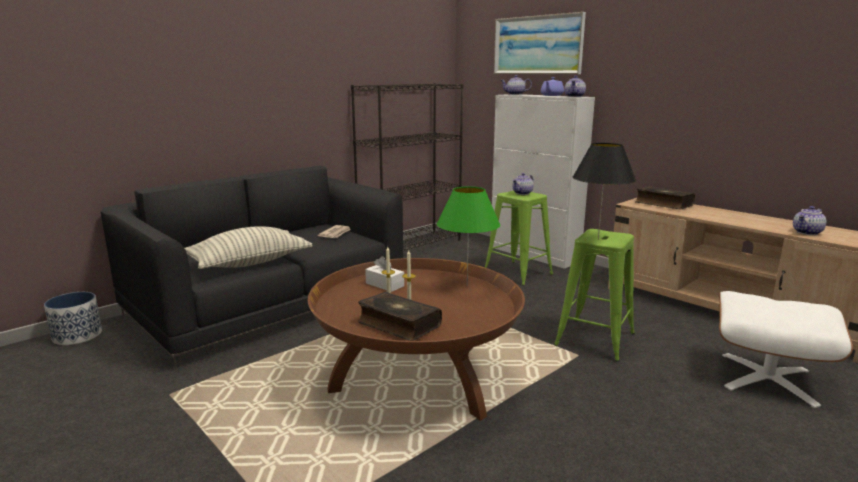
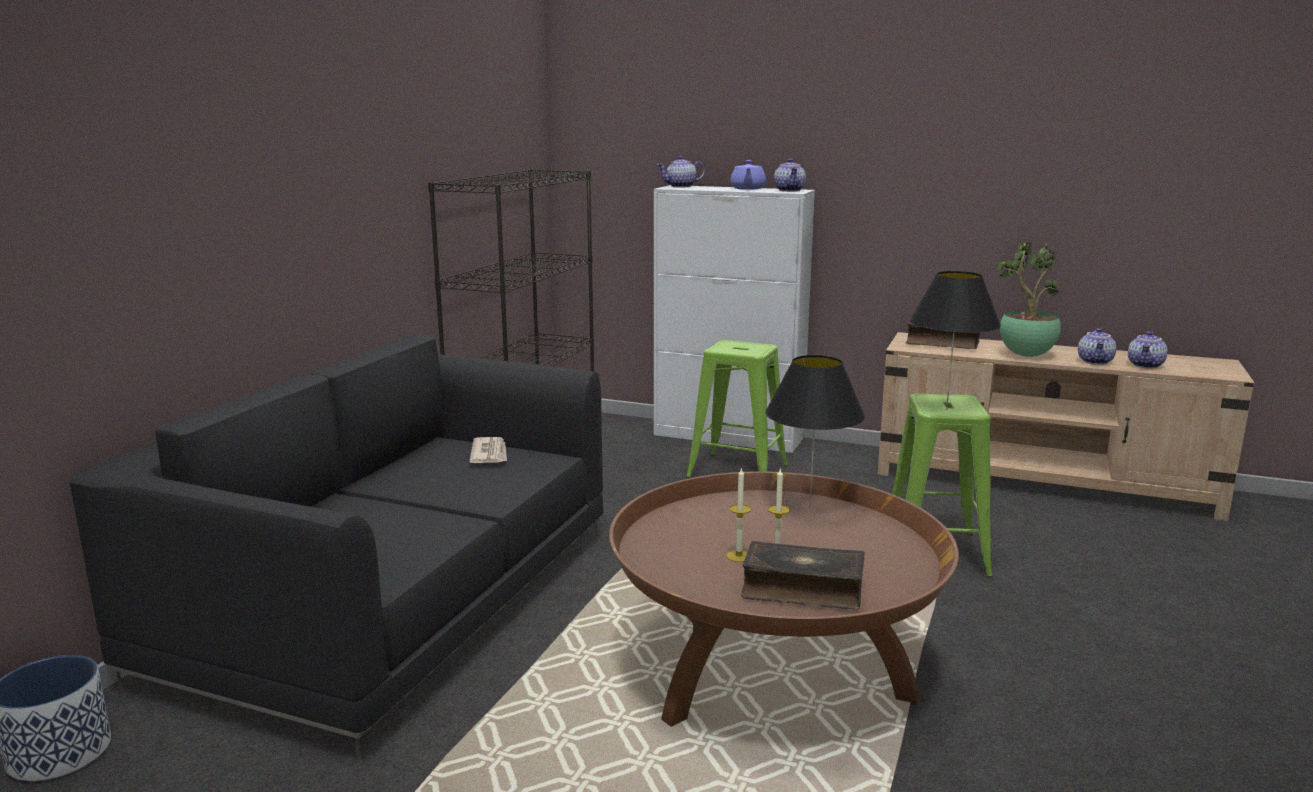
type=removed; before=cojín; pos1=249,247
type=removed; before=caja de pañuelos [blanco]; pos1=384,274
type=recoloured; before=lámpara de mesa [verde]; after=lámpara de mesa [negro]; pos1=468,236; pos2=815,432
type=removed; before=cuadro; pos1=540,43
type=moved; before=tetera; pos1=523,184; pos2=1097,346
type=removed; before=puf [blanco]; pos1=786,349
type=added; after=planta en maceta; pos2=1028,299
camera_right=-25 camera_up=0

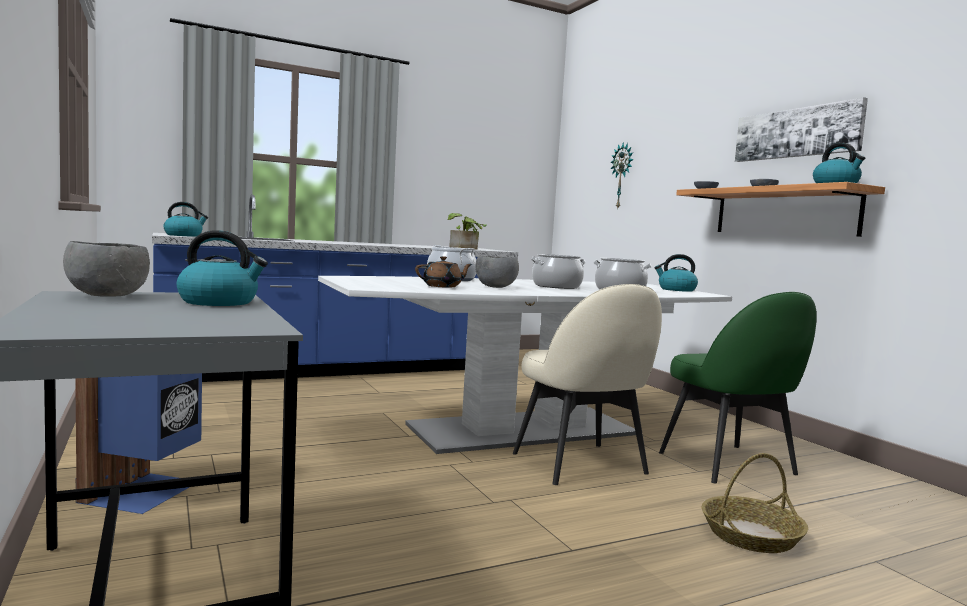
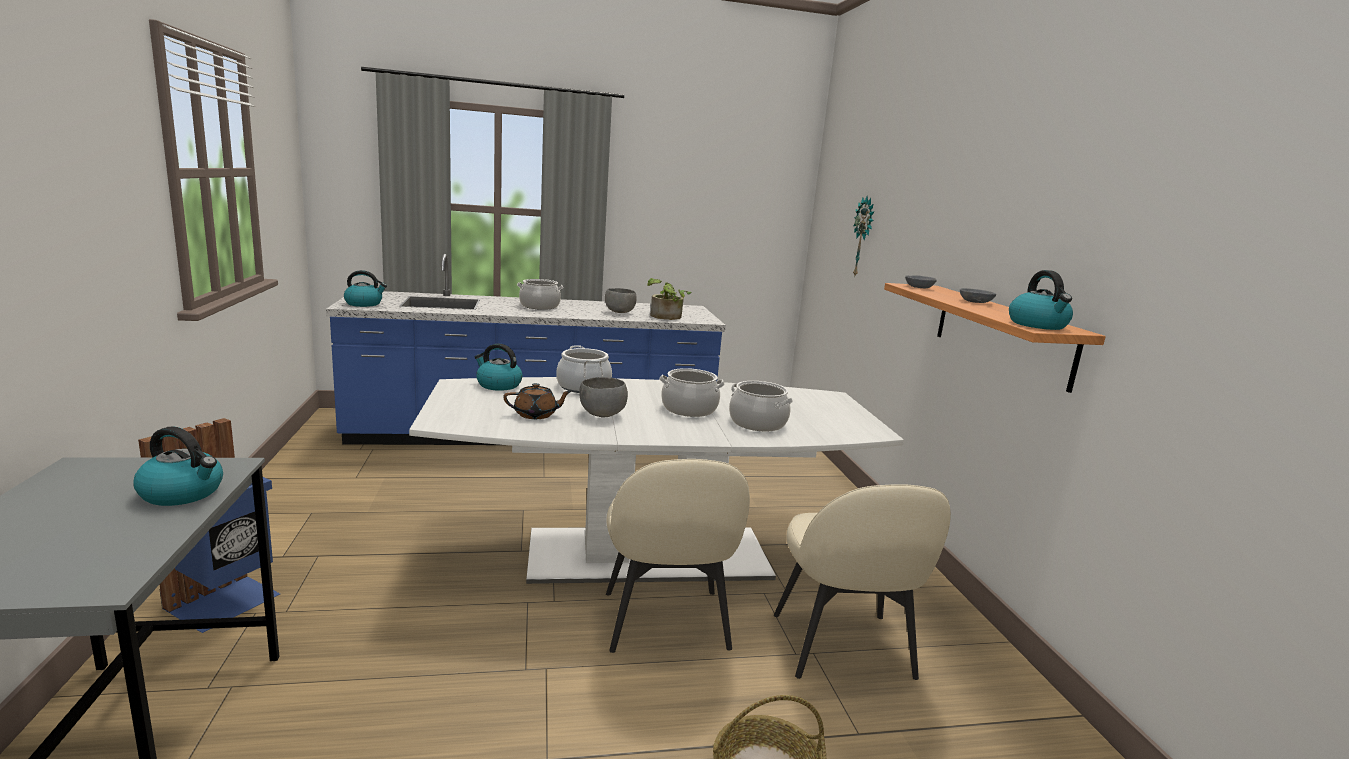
type=moved; before=cuenco [gris]; pos1=106,269; pos2=621,300
type=moved; before=hervidor; pos1=676,273; pos2=499,367
type=recoloured; before=silla [verde]; after=silla [beis]; pos1=738,387; pos2=862,582
type=removed; before=cuadro; pos1=801,129
type=added; after=olla; pos2=540,294
camera_right=15 camera_up=10

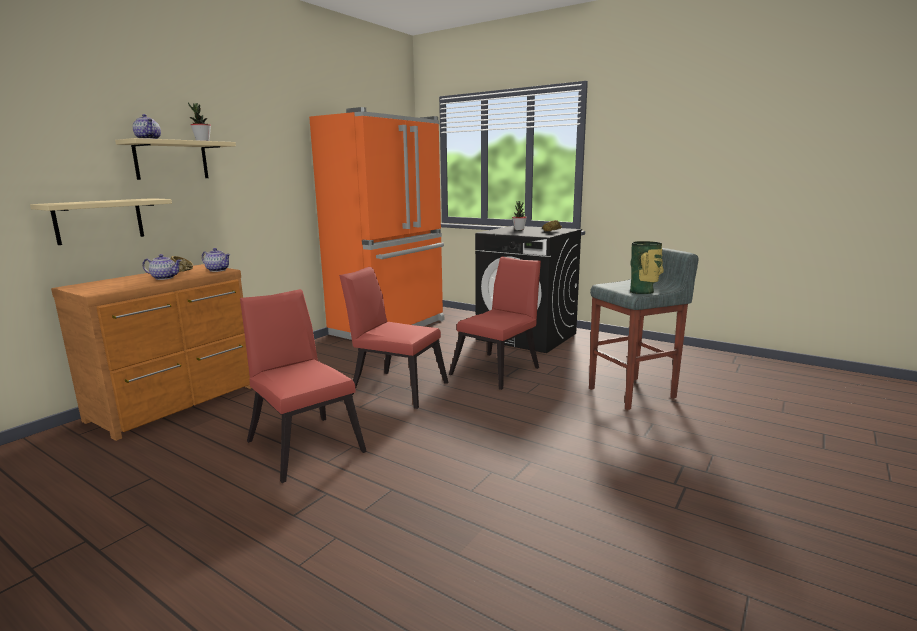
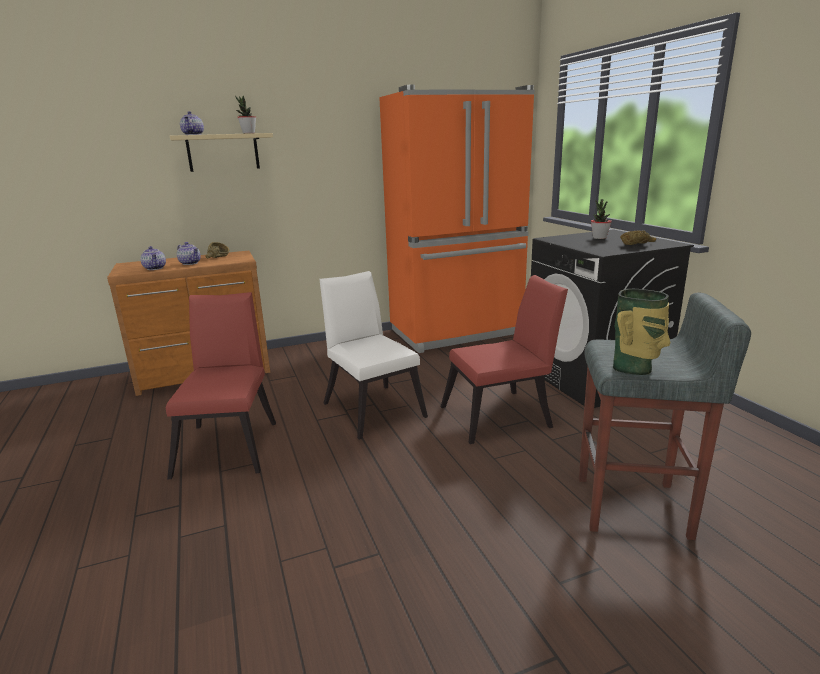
type=removed; before=estante [beis]; pos1=101,221
type=moved; before=tetera; pos1=216,260; pos2=153,258
type=recoloured; before=silla [rojo]; after=silla [blanco]; pos1=394,338; pos2=373,355
camera_right=35 camera_up=5

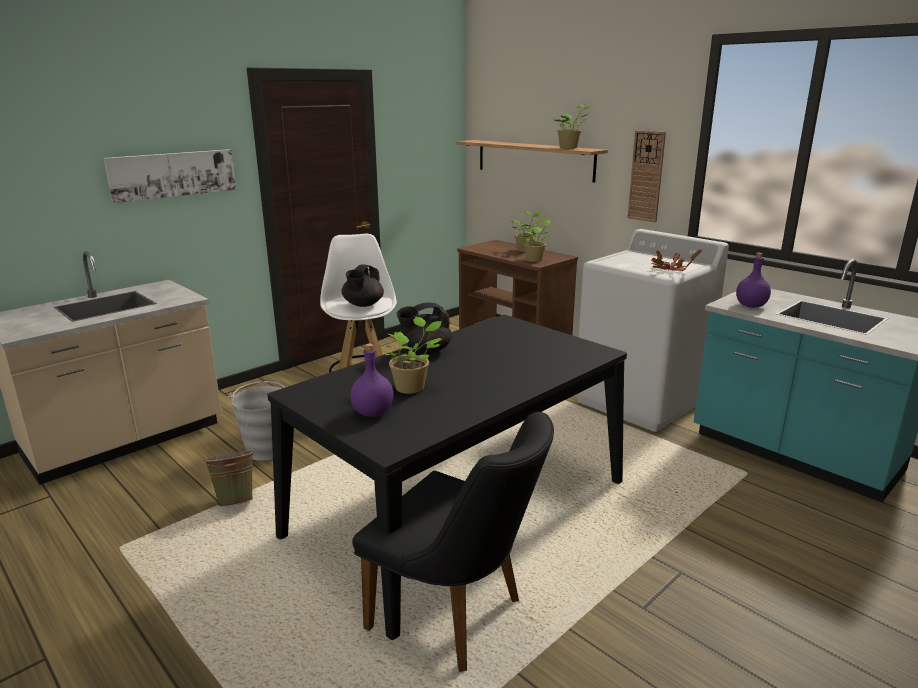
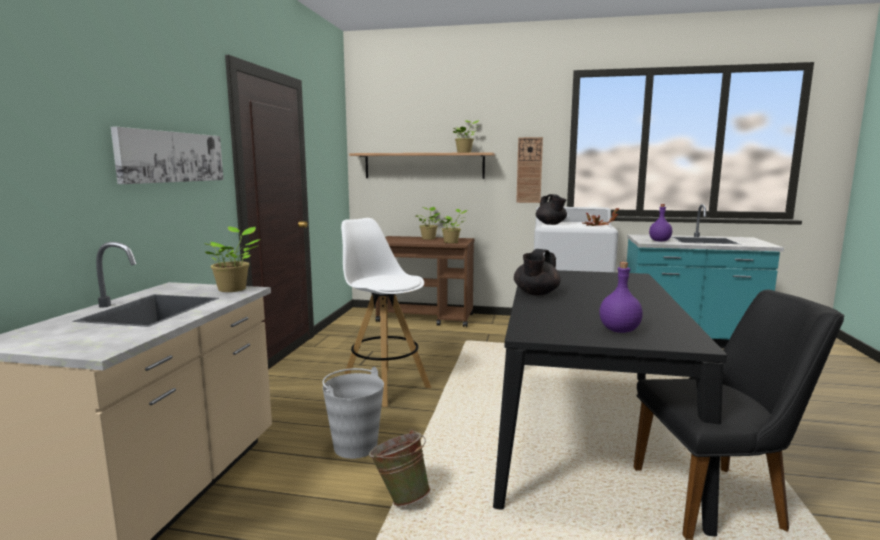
type=moved; before=tetera [negro]; pos1=363,286; pos2=551,209
type=moved; before=planta en maceta; pos1=413,355; pos2=232,259
camera_right=-35 camera_up=-10

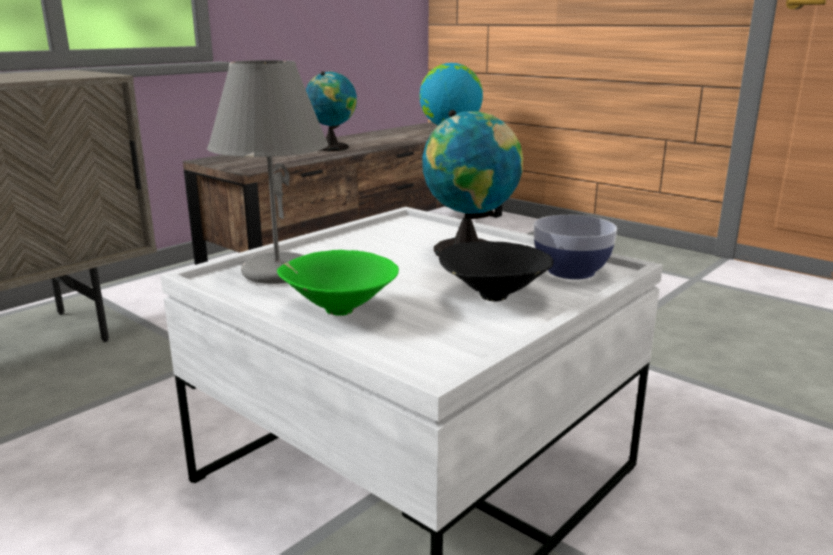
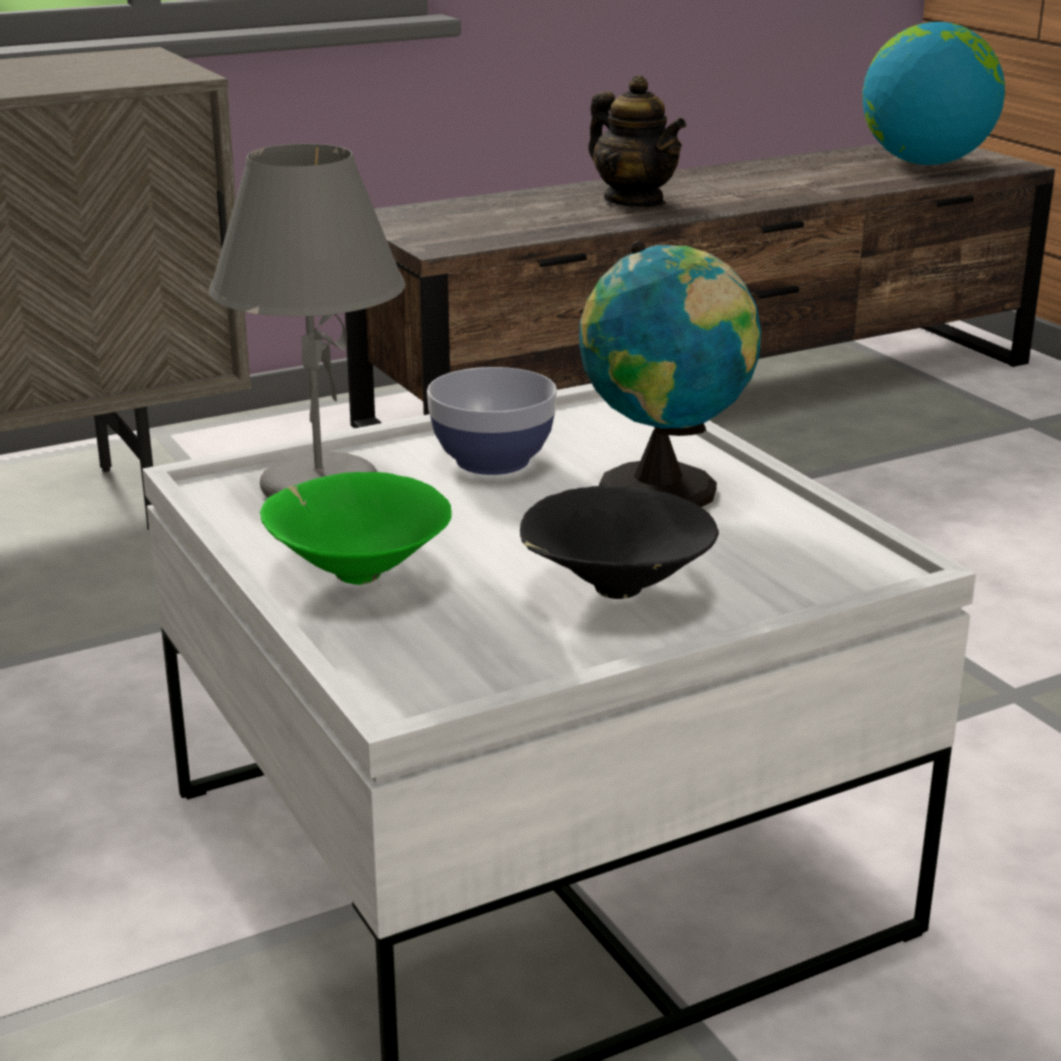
type=replaced; before=globo terráqueo; after=tetera; pos1=331,111; pos2=637,141
type=moved; before=cuenco; pos1=575,247; pos2=492,421
camera_right=20 camera_up=5

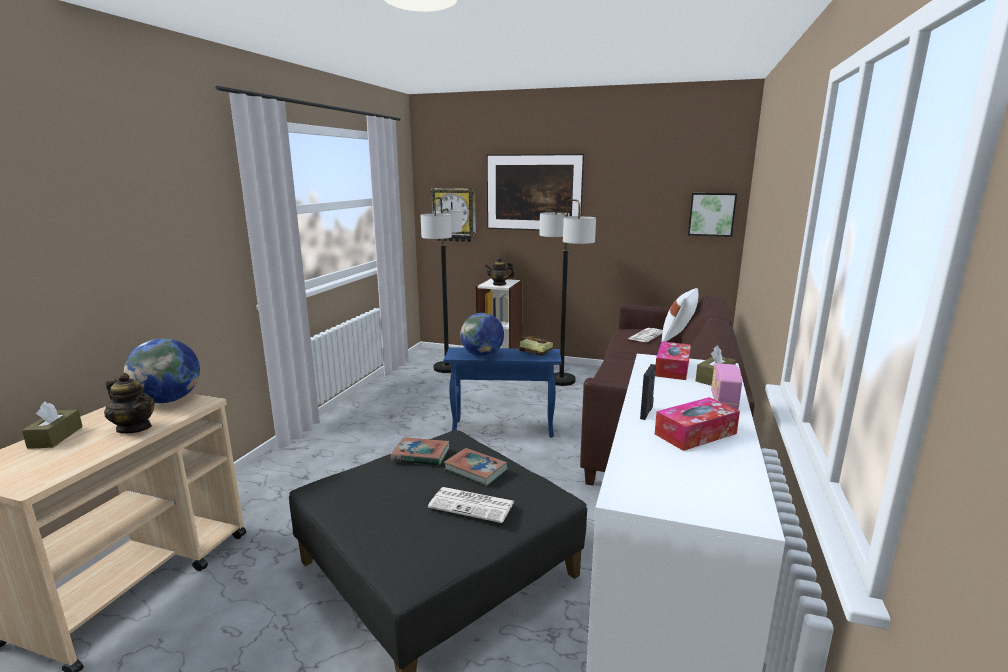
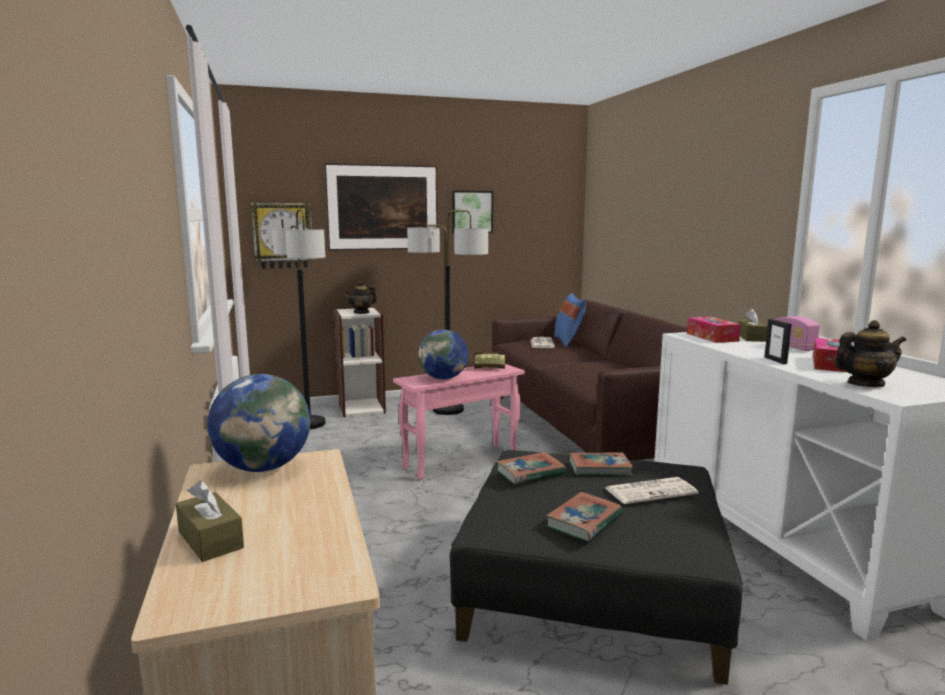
type=moved; before=tetera; pos1=129,403; pos2=870,353
type=recoloured; before=mesa auxiliar [azul]; after=mesa auxiliar [rosa]; pos1=503,392; pos2=459,422
type=recoloured; before=cojín [blanco]; after=cojín [azul]; pos1=680,315; pos2=570,320
type=moved; before=cuadro; pos1=712,215; pos2=472,212
type=added; after=libro; pos2=584,516
camera_right=-35 camera_up=-5

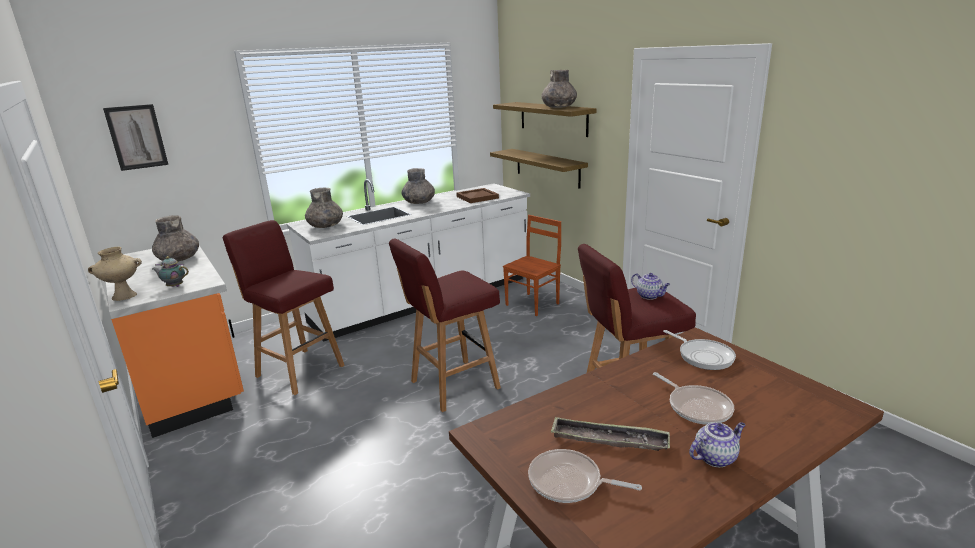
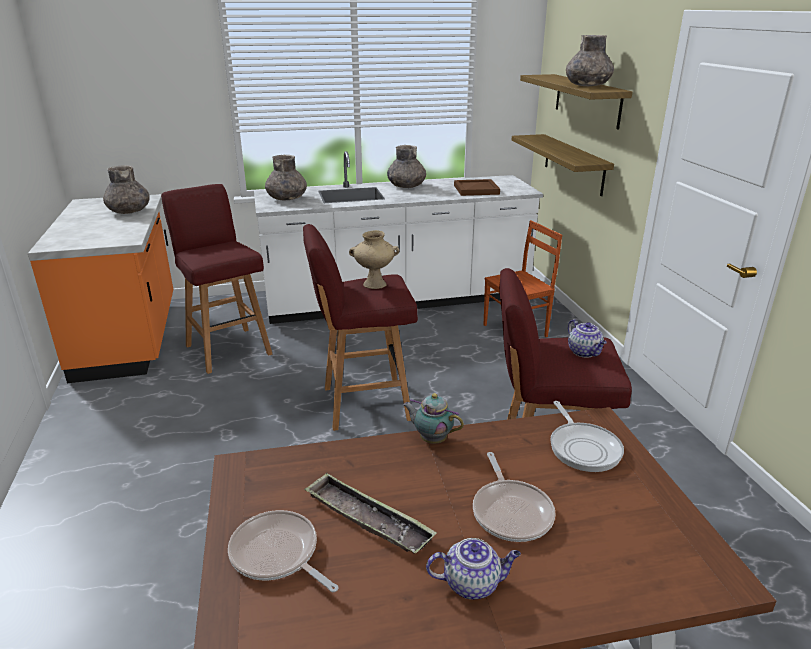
type=moved; before=florero [beis]; pos1=115,274; pos2=374,259
type=removed; before=cuadro; pos1=135,137
type=moved; before=tetera; pos1=170,271; pos2=433,418
camera_right=20 camera_up=5

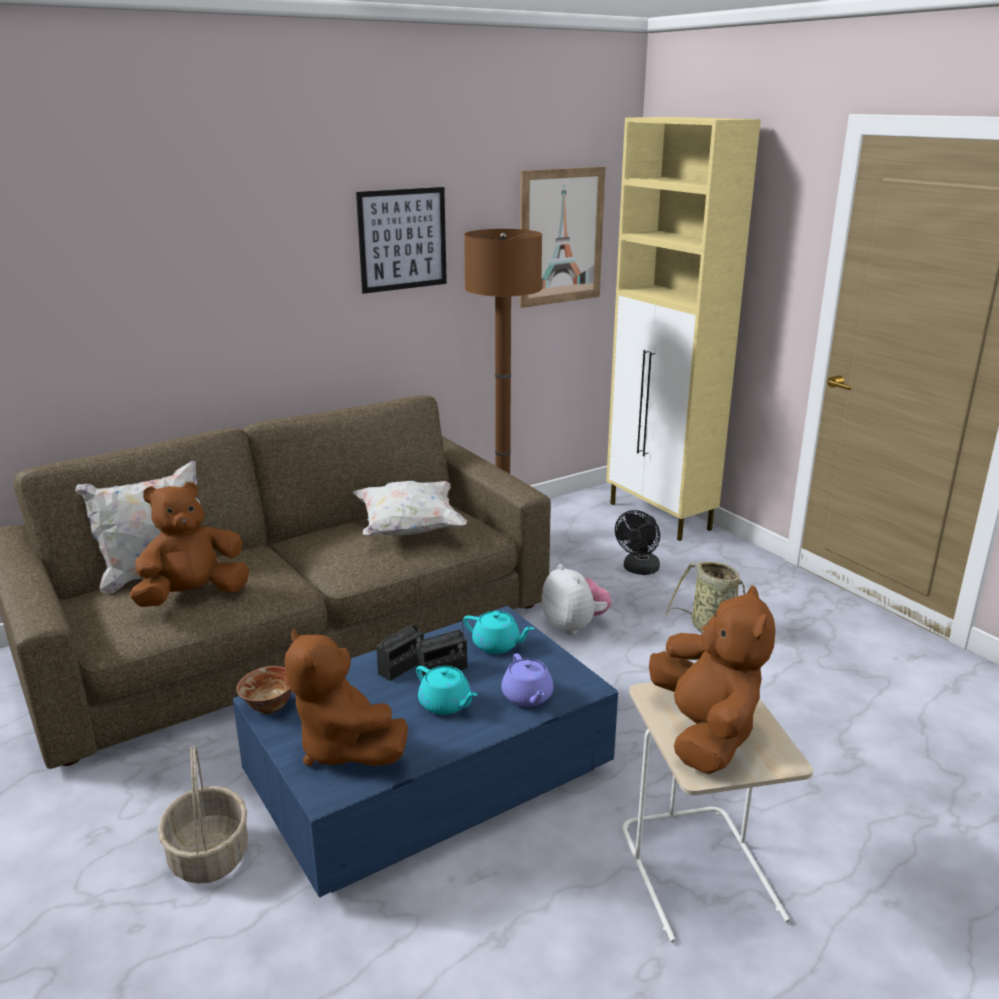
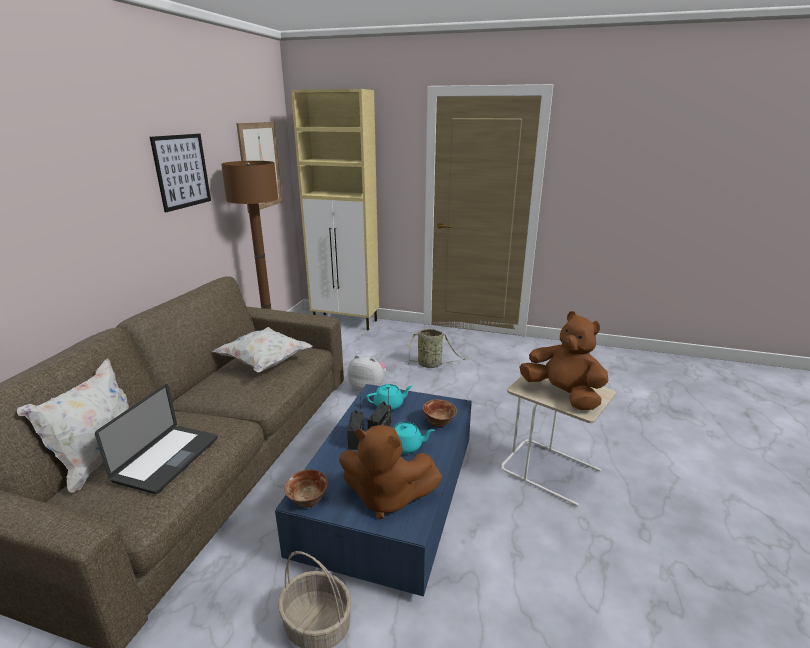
type=replaced; before=peluche [marrón]; after=portátil; pos1=189,544; pos2=156,439
type=replaced; before=tetera [morado]; after=cuenco; pos1=527,680; pos2=440,413
type=removed; before=ventilador [negro]; pos1=637,542
camera_right=-40 camera_up=0

